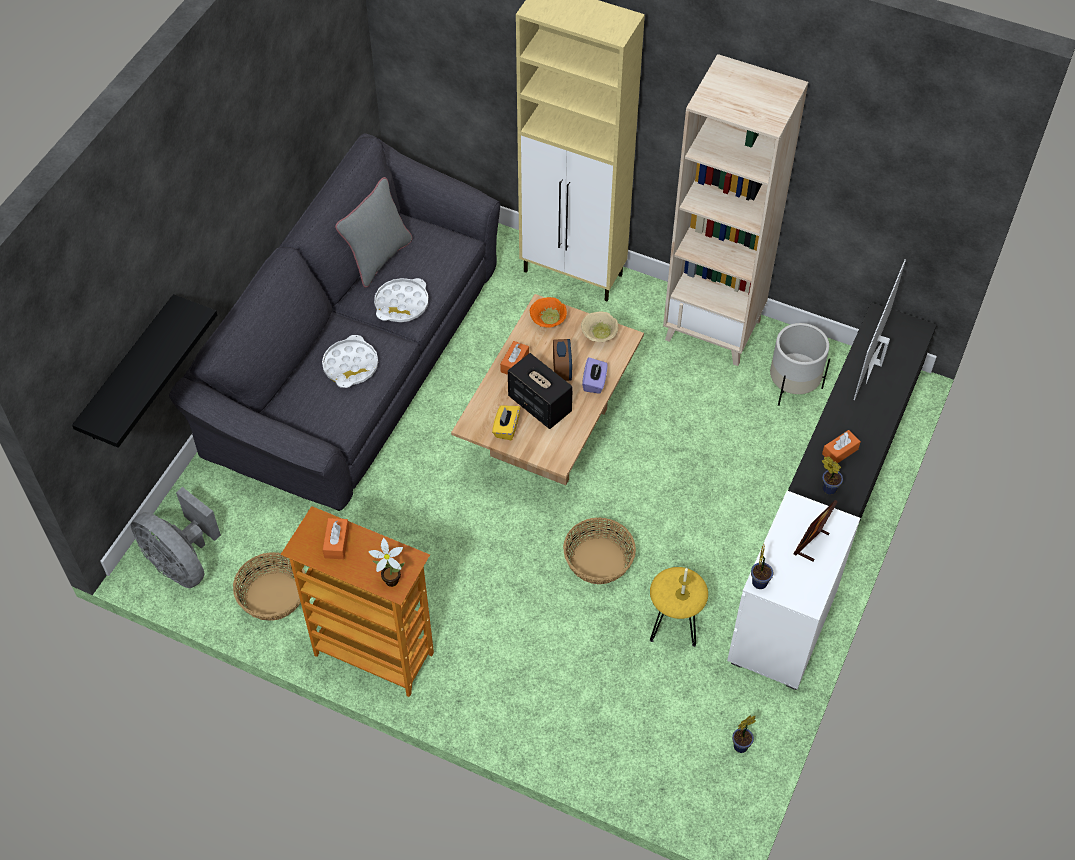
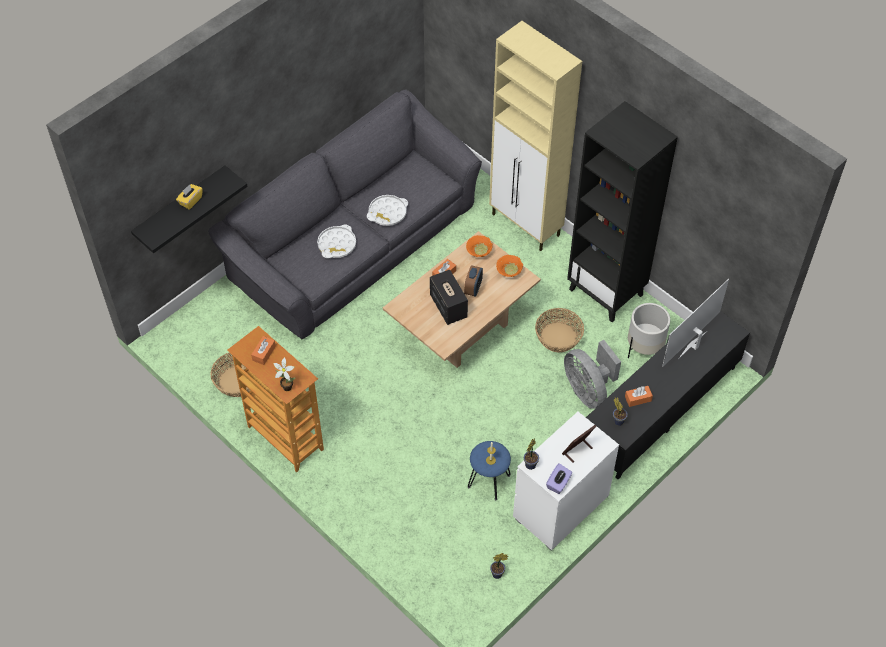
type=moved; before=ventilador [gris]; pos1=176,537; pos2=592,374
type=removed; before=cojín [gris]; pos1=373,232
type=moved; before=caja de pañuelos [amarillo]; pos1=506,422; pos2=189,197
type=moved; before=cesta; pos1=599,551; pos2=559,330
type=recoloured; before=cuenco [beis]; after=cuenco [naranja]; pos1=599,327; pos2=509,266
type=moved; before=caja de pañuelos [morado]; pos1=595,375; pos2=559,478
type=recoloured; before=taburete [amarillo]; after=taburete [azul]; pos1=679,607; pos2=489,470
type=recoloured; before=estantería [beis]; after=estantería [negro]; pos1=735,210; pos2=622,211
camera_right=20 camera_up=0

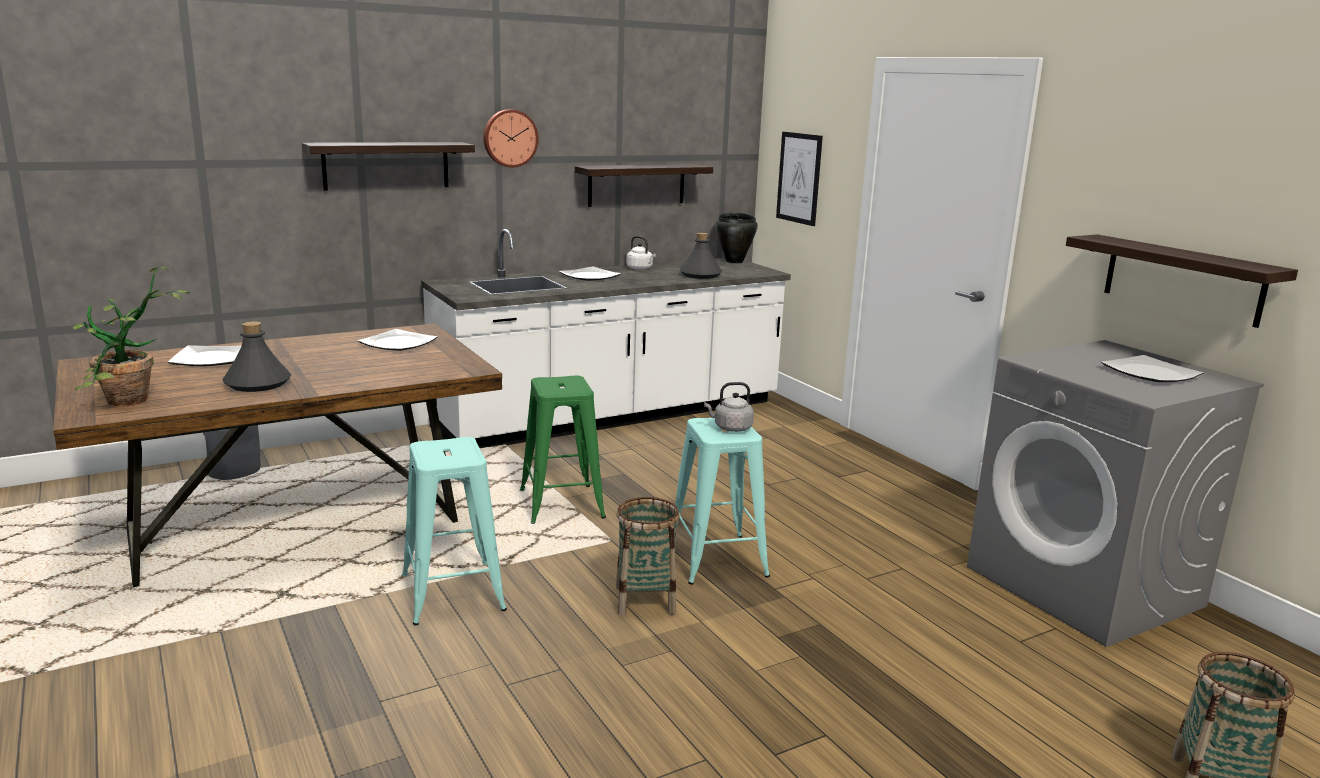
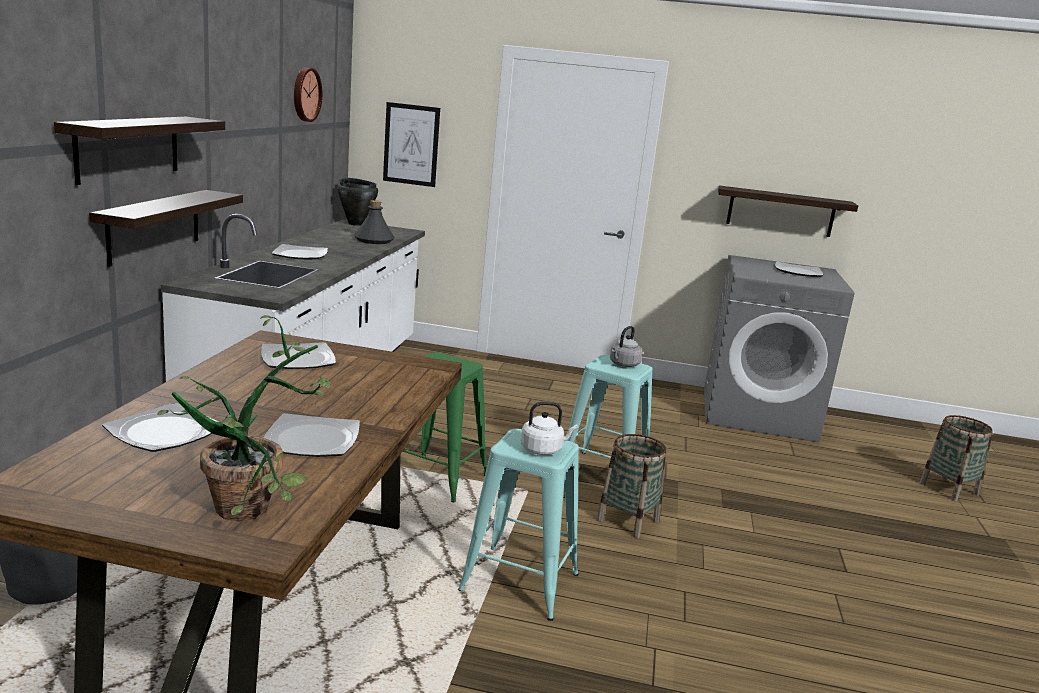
type=replaced; before=botella [gris]; after=plato; pos1=256,357; pos2=312,435
type=moved; before=reloj de pared; pos1=511,138; pos2=308,95
type=moved; before=estante; pos1=644,185; pos2=166,228
type=moved; before=hervidor [blanco]; pos1=641,253; pos2=549,428
camera_right=-50 camera_up=0

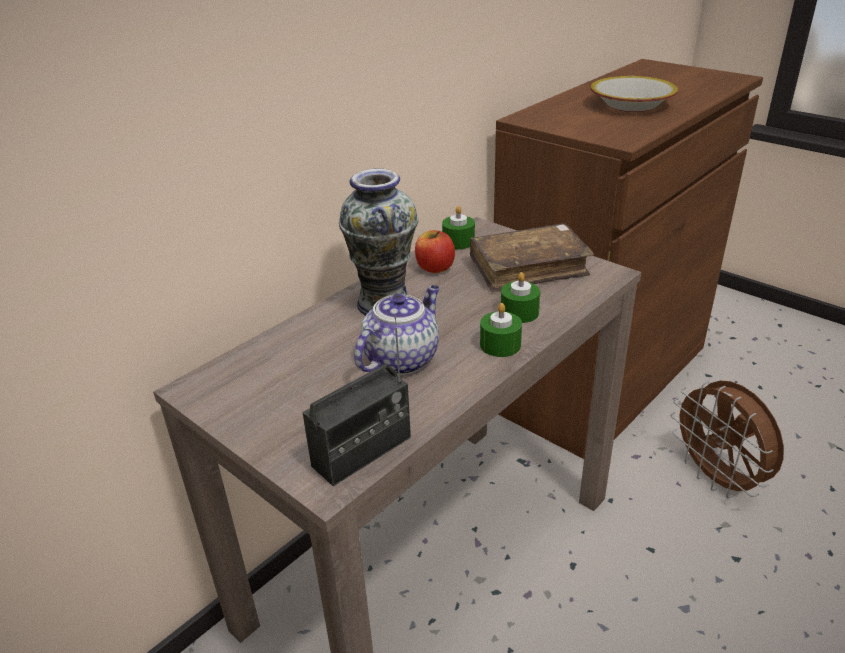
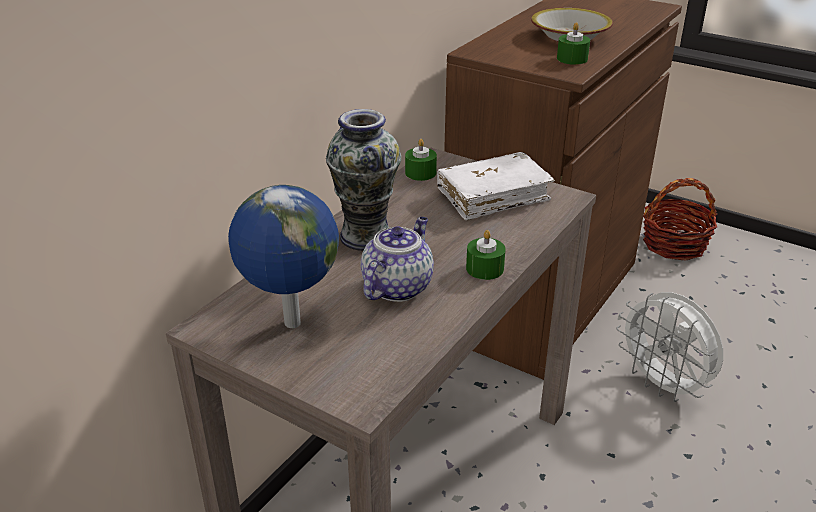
type=removed; before=radio; pos1=356,400
type=removed; before=manzana; pos1=435,251
type=recoloured; before=libro [marrón]; after=libro [blanco]; pos1=532,257; pos2=496,186
type=moved; before=vela [verde]; pos1=520,297; pos2=573,43
type=recoloured; before=ventilador [marrón]; after=ventilador [blanco]; pos1=727,439; pos2=670,347
type=added; after=globo terráqueo; pos2=283,256
type=added; after=cesta; pos2=680,219
camera_right=-10 camera_up=0

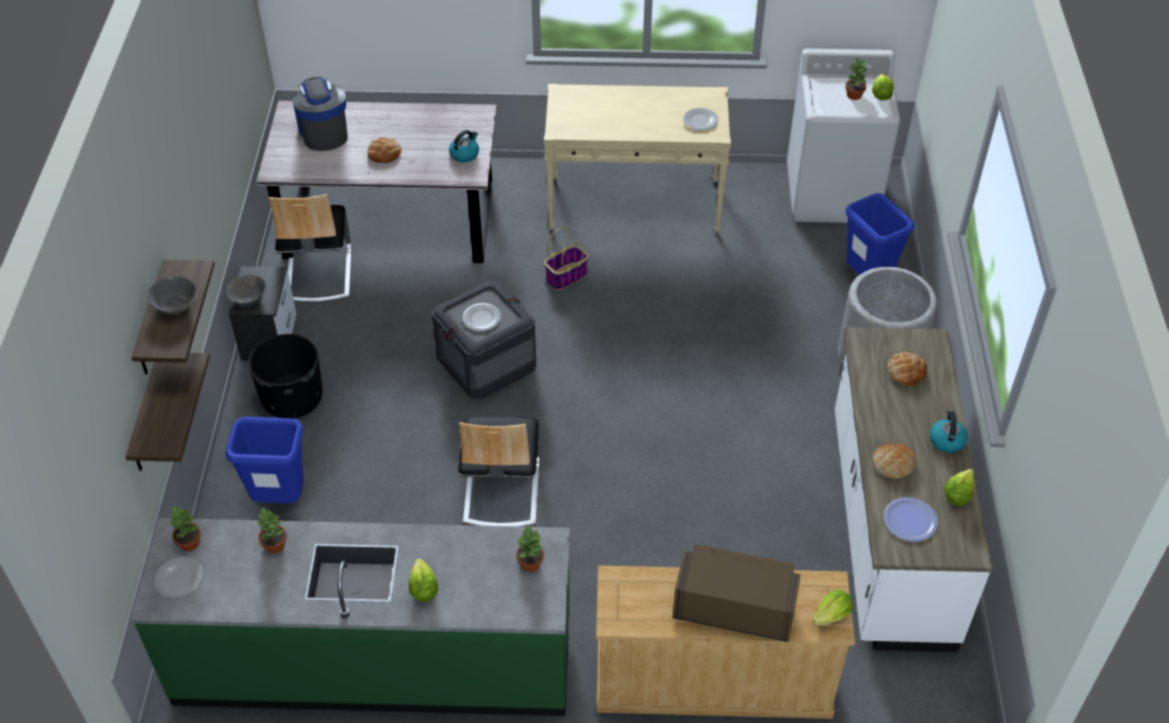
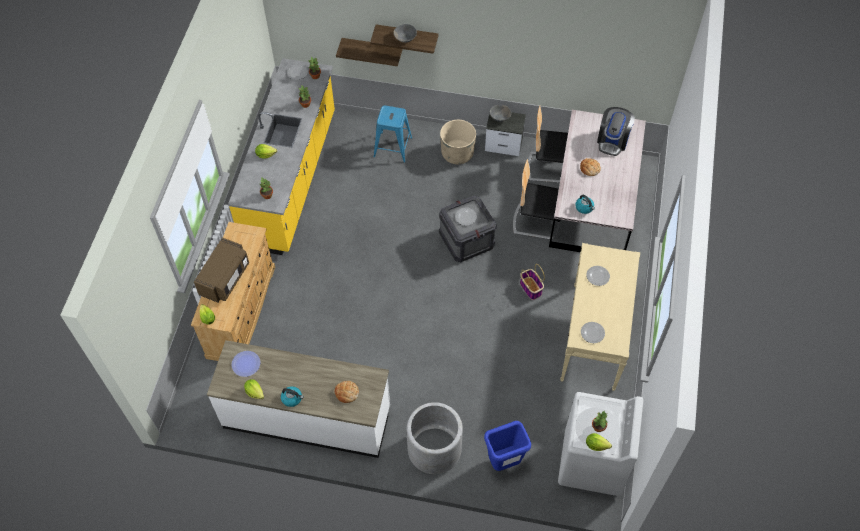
type=recoloured; before=mueble bajo de cocina [verde]; after=mueble bajo de cocina [amarillo]; pos1=350,617; pos2=281,156
type=replaced; before=papelera [azul]; after=taburete [azul]; pos1=265,460; pos2=392,134
type=recoloured; before=maceta [negro]; after=maceta [beis]; pos1=286,376; pos2=458,142
type=turned; before=cafetera; pos1=320,114; pos2=616,131; turn=120
type=moved; before=silla; pos1=499,471; pos2=537,199
type=removed; before=pan; pos1=894,461
type=added; after=plato; pos2=598,276
camera_right=100 camera_up=10

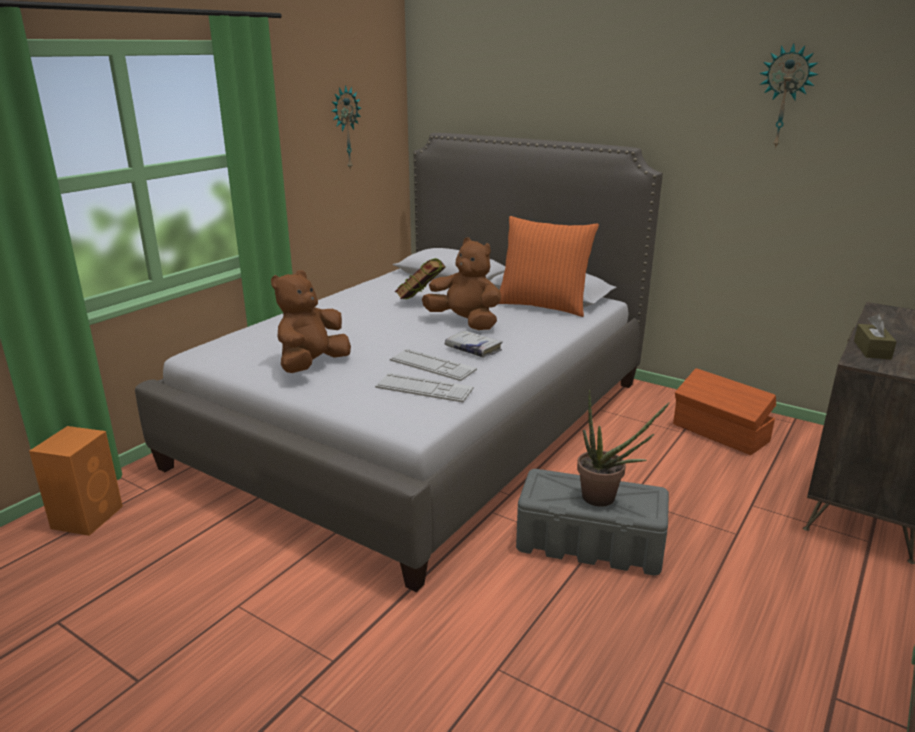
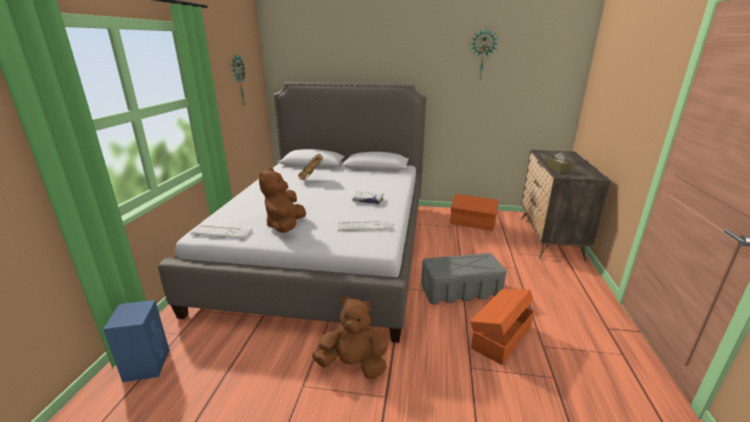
type=recoloured; before=altavoz [naranja]; after=altavoz [azul]; pos1=76,481; pos2=136,341
type=moved; before=teclado; pos1=433,365; pos2=221,231
type=moved; before=peluche [marrón]; pos1=461,283; pos2=350,337
type=removed; before=cojín [naranja]; pos1=549,266
type=removed; before=planta en maceta; pos1=623,448
type=added; after=caja de almacenaje [naranja]; pos2=502,327
camera_right=-25 camera_up=0

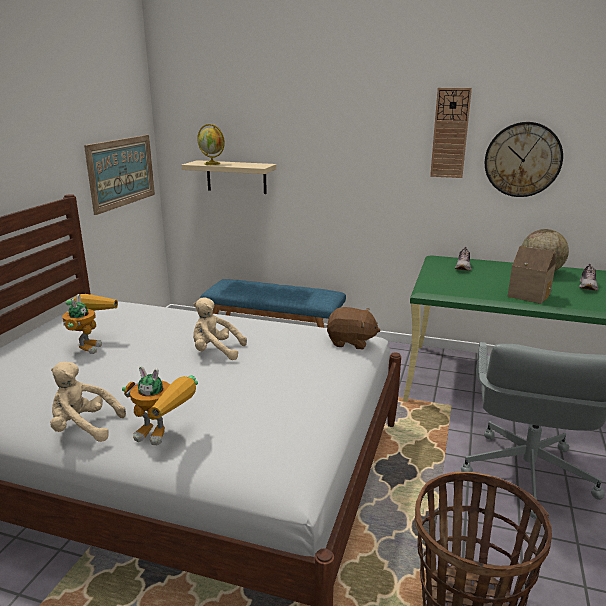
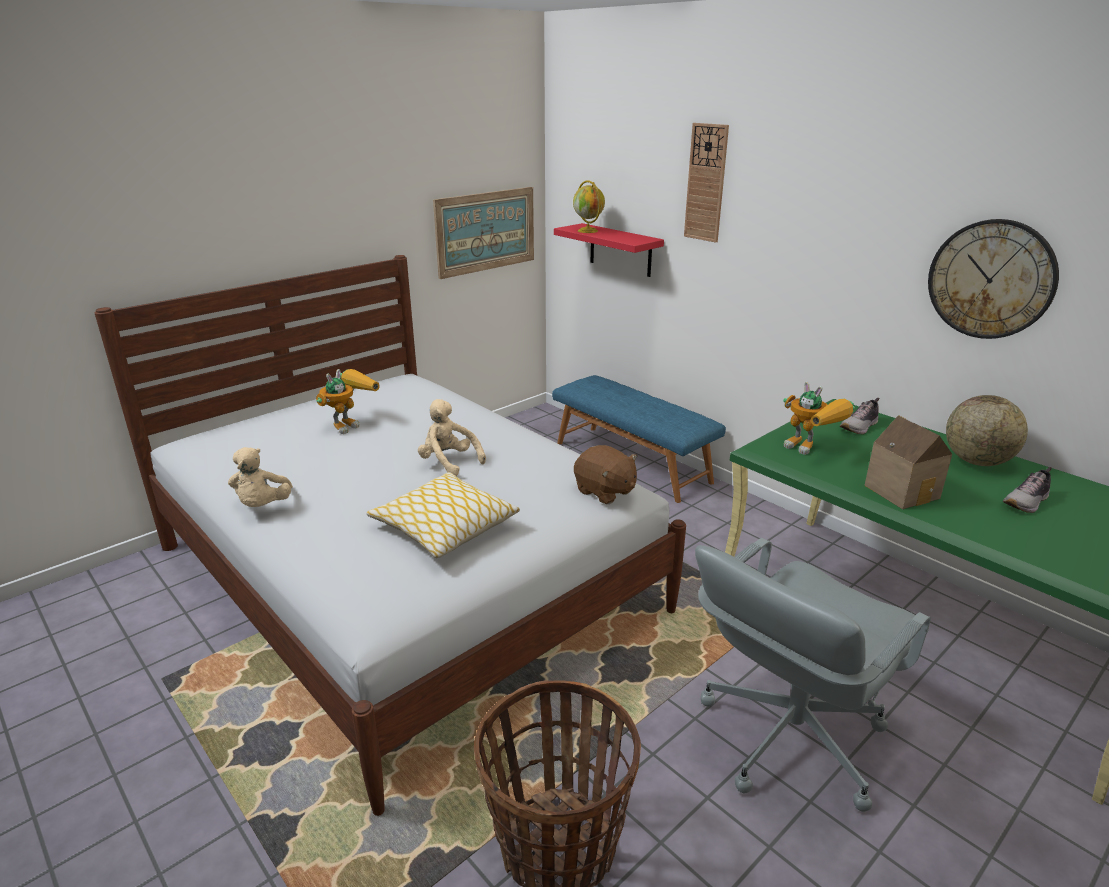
type=turned; before=peluche [beis]; pos1=88,401; pos2=260,477; turn=-135
type=moved; before=robot de juguete; pos1=160,405; pos2=819,418
type=recoloured; before=estante [beis]; after=estante [rojo]; pos1=229,177; pos2=609,250
type=moved; before=reloj de pared; pos1=451,133; pos2=706,183
type=added; after=cojín; pos2=443,515
camera_right=30 camera_up=5

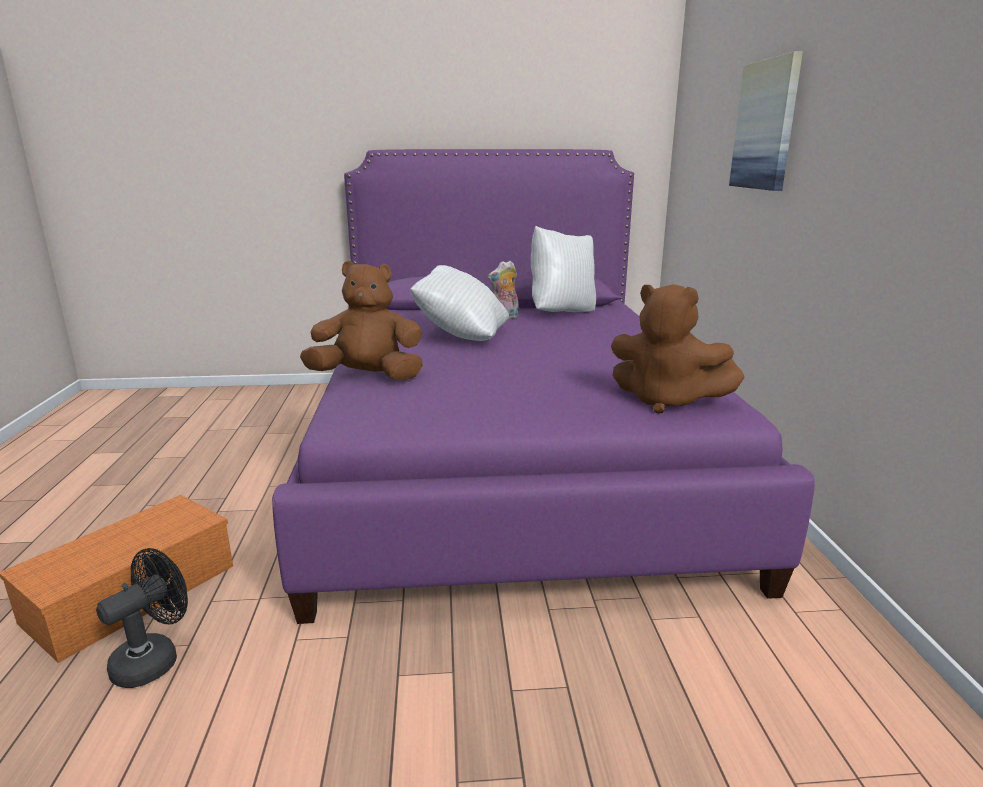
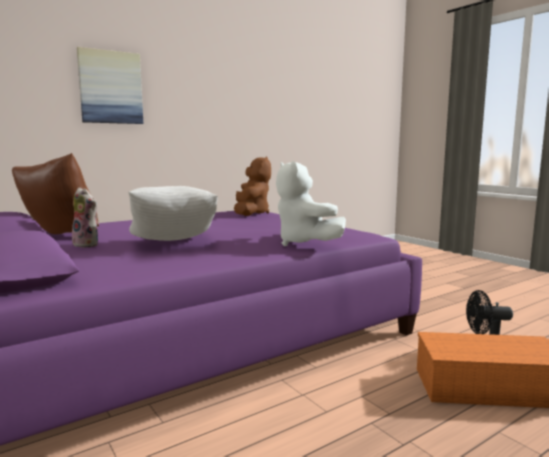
type=recoloured; before=peluche [marrón]; after=peluche [blanco]; pos1=361,320; pos2=311,203
type=recoloured; before=cojín [blanco]; after=cojín [marrón]; pos1=563,269; pos2=55,193
camera_right=-120 camera_up=-10

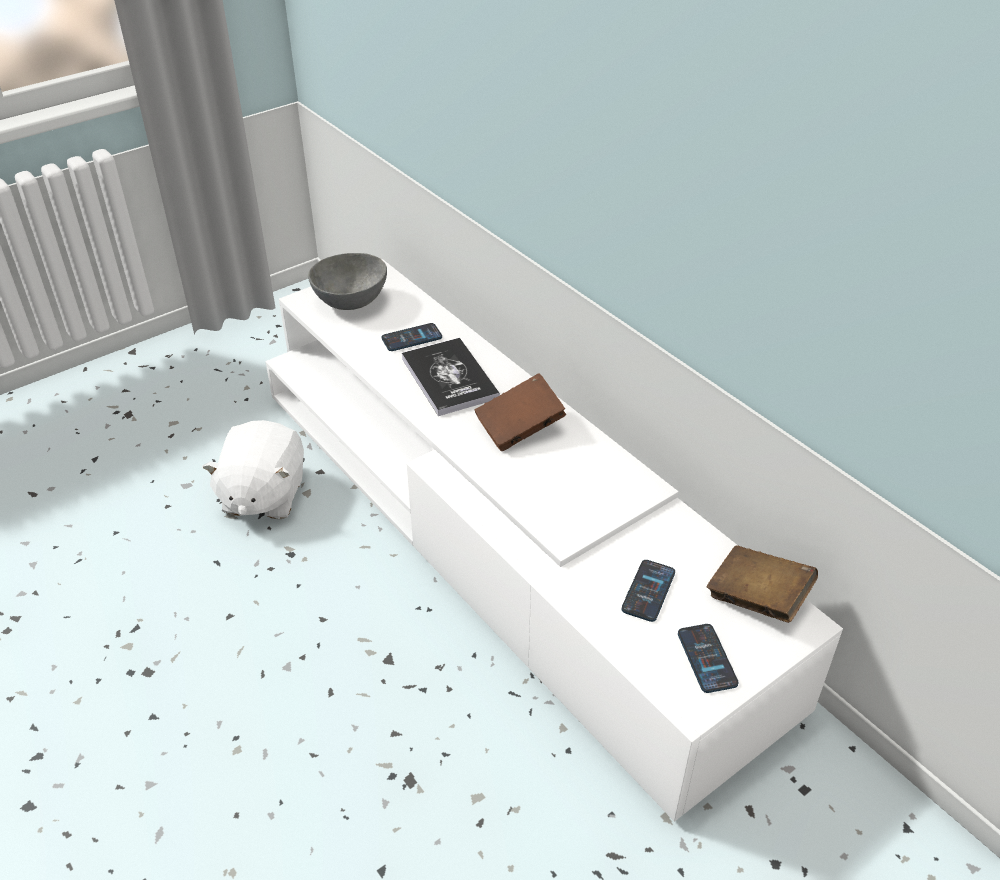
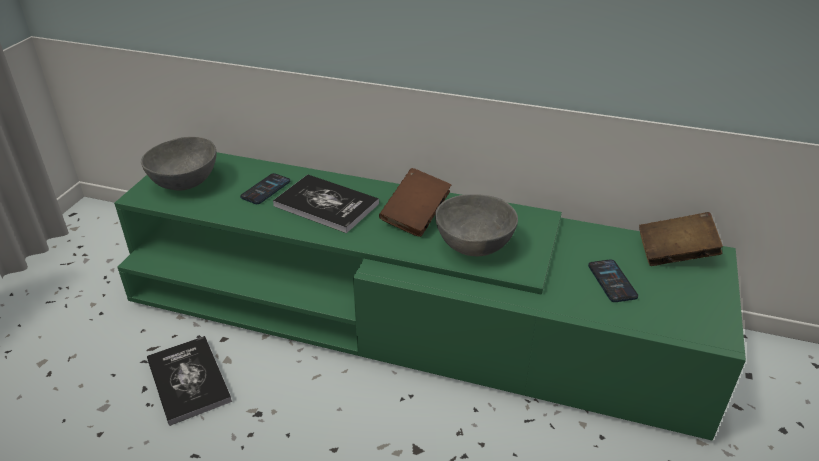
type=replaced; before=peluche [blanco]; after=libro; pos1=253,469; pos2=189,381
type=recoloured; before=mueble de televisión [blanco]; after=mueble de televisión [verde]; pos1=554,540; pos2=430,296
type=removed; before=móvil; pos1=708,658
type=added; after=cuenco [gris]; pos2=476,225
camera_right=-35 camera_up=-5

